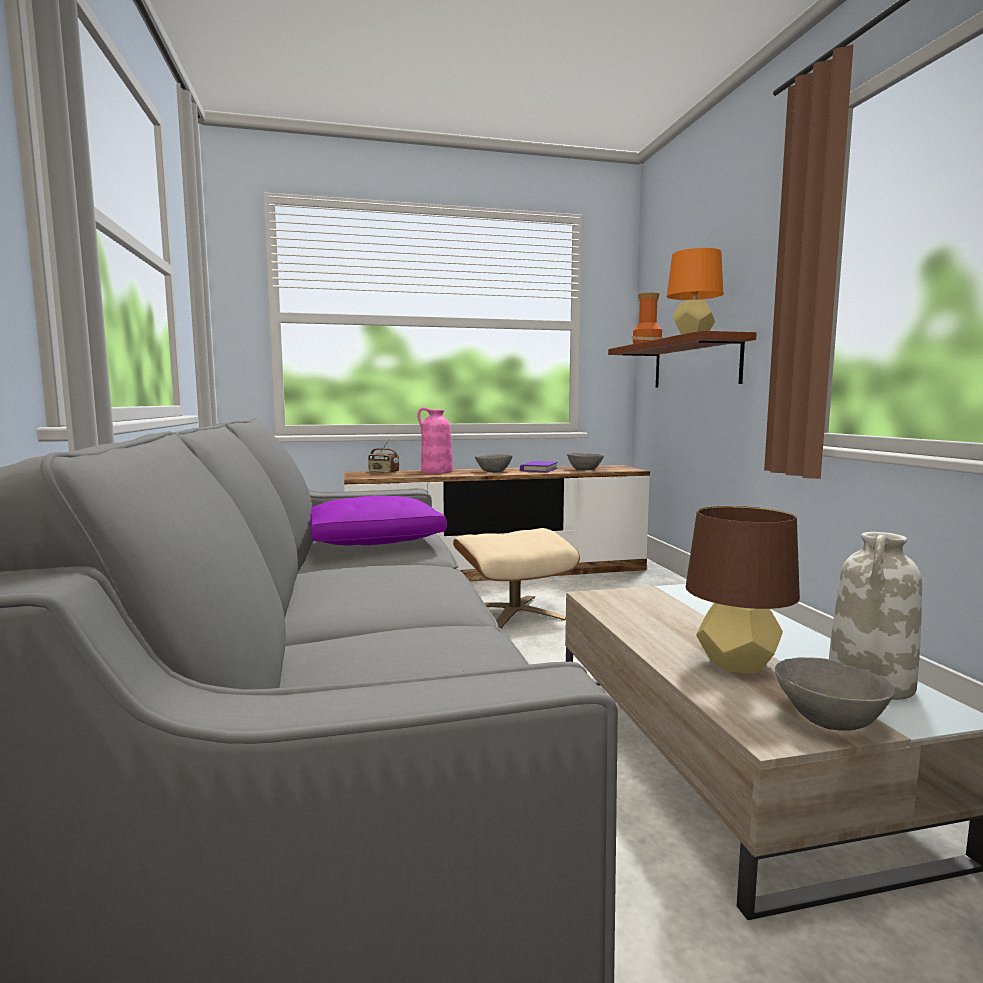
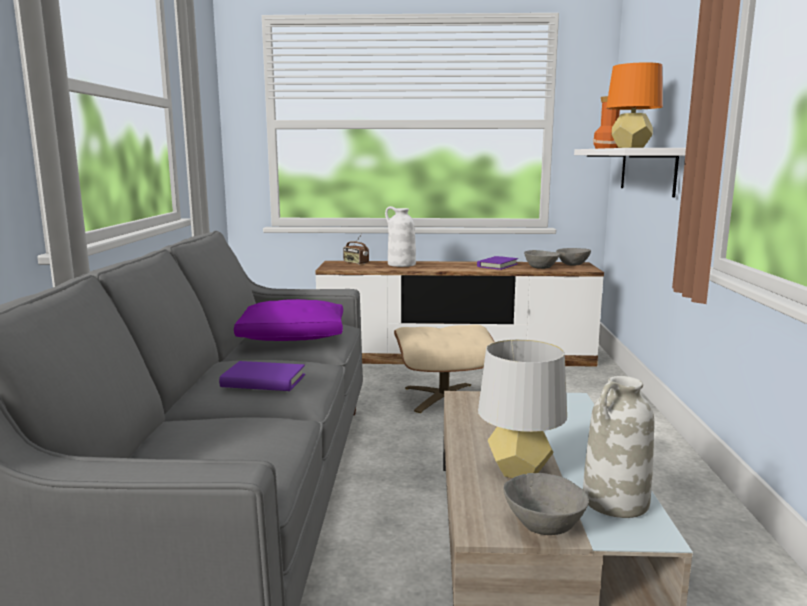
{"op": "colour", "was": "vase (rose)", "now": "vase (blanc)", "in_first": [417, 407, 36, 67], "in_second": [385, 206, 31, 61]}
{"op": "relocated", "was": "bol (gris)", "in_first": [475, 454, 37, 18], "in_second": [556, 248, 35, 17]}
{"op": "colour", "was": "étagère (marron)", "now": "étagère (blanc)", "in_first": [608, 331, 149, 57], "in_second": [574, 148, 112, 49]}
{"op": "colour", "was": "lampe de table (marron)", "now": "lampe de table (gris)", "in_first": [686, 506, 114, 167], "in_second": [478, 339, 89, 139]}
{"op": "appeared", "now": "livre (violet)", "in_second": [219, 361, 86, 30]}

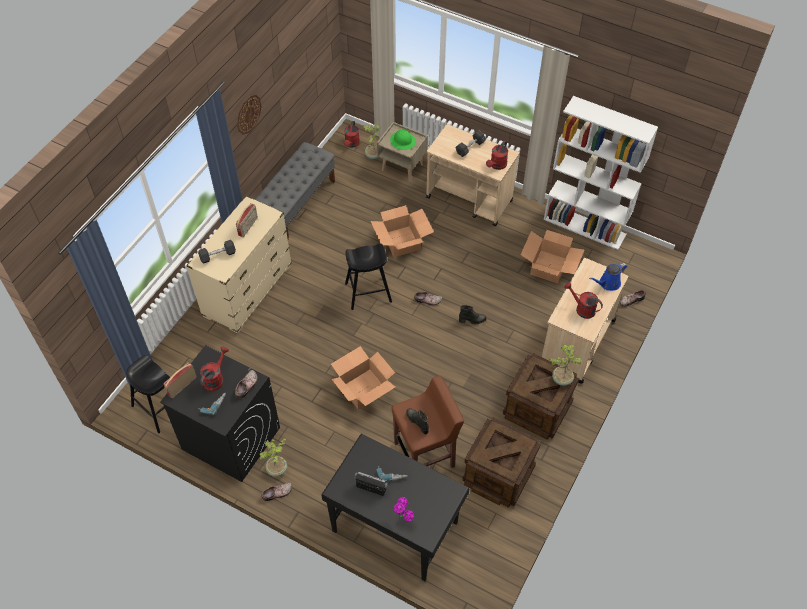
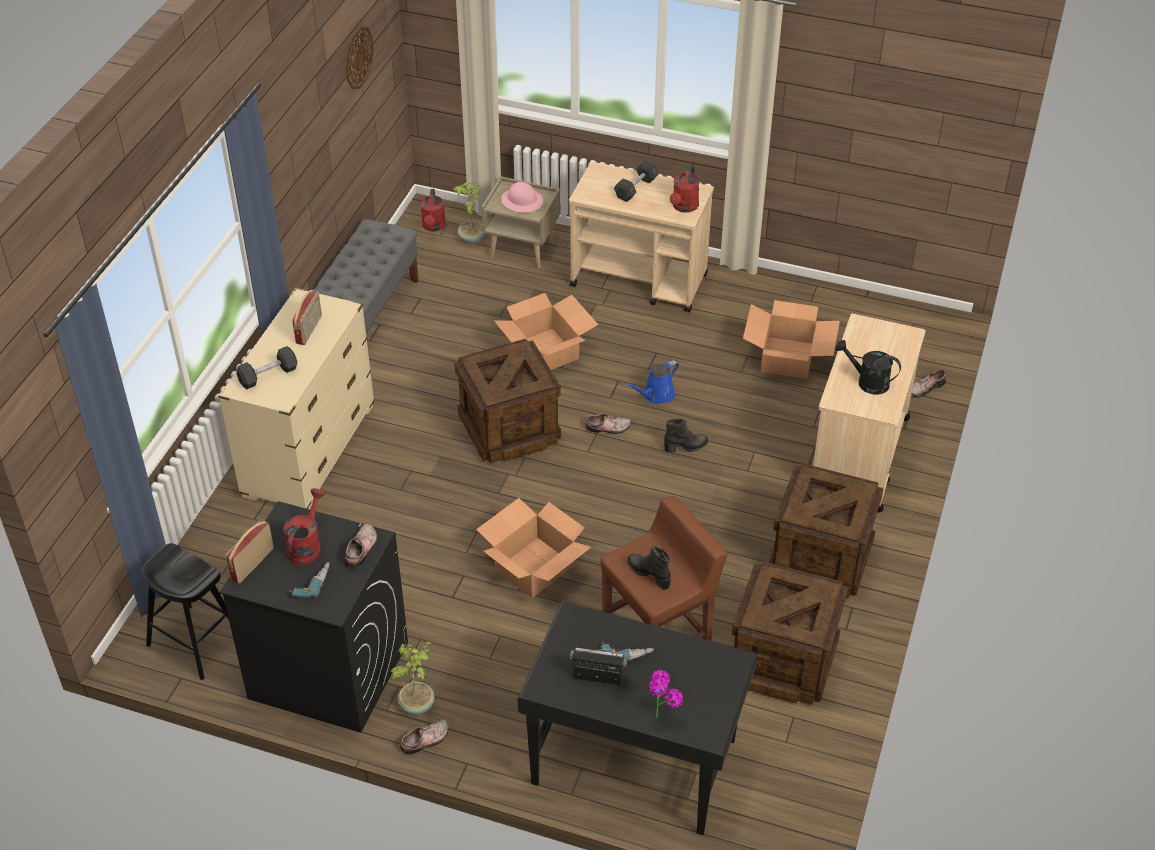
{"op": "relocated", "was": "horloge murale", "in_first": [237, 95, 25, 40], "in_second": [346, 27, 28, 62]}
{"op": "exchanged", "was": "tabouret (noir)", "now": "caisse", "in_first": [345, 244, 47, 66], "in_second": [455, 339, 106, 124]}
{"op": "colour", "was": "casque de chantier (vert)", "now": "casque de chantier (rose)", "in_first": [390, 130, 26, 20], "in_second": [501, 182, 42, 31]}
{"op": "missing", "was": "bibliothèque (blanc)", "in_first": [544, 96, 114, 154]}
{"op": "missing", "was": "plante en pot", "in_first": [549, 344, 33, 42]}
{"op": "colour", "was": "arrosoir (rouge)", "now": "arrosoir (noir)", "in_first": [564, 282, 39, 37], "in_second": [836, 340, 65, 55]}
{"op": "relocated", "was": "arrosoir (bleu)", "in_first": [589, 263, 38, 28], "in_second": [626, 360, 53, 44]}

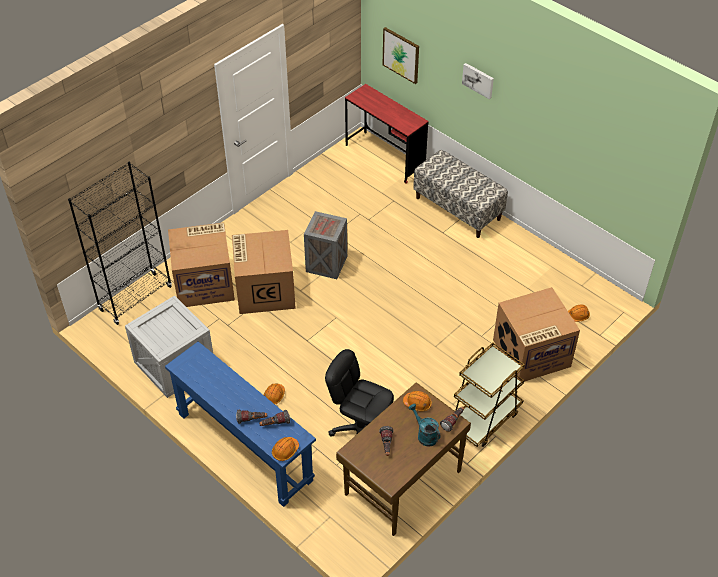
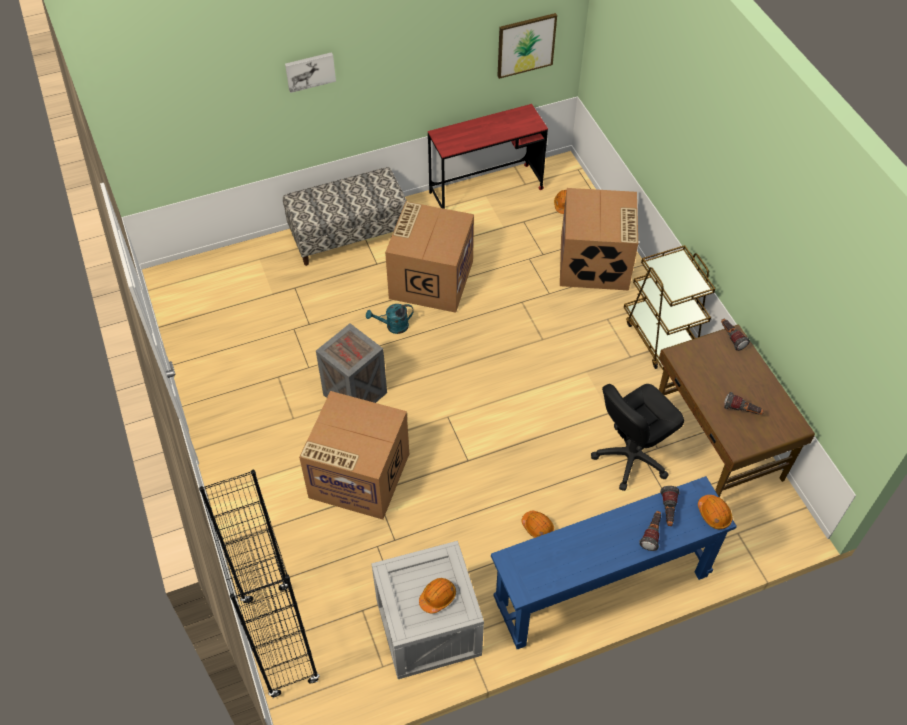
{"op": "relocated", "was": "carton", "in_first": [168, 222, 67, 85], "in_second": [385, 202, 89, 111]}
{"op": "relocated", "was": "bureau (rouge)", "in_first": [345, 84, 84, 100], "in_second": [428, 104, 120, 105]}
{"op": "relocated", "was": "tableau", "in_first": [383, 27, 36, 57], "in_second": [497, 13, 60, 66]}
{"op": "relocated", "was": "casque de chantier (orange)", "in_first": [403, 391, 29, 20], "in_second": [419, 578, 37, 35]}
{"op": "relocated", "was": "arrosoir (turquoise)", "in_first": [408, 404, 33, 43], "in_second": [366, 304, 47, 30]}

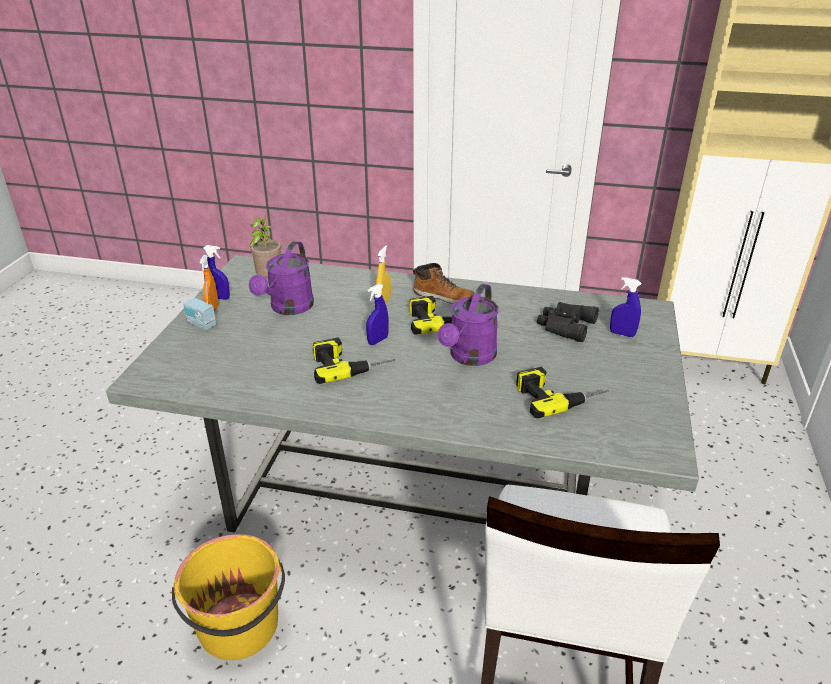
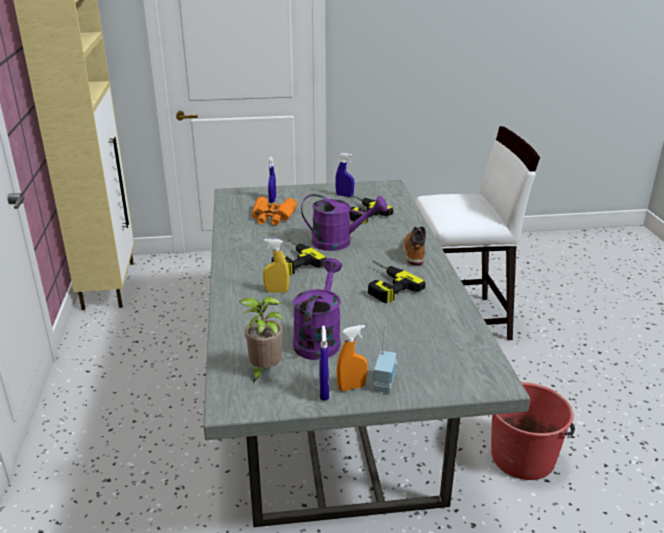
{"op": "colour", "was": "seau (jaune)", "now": "seau (rouge)", "in_first": [172, 534, 113, 126], "in_second": [491, 382, 84, 98]}
{"op": "spun", "was": "arrosoir (violet)", "in_first": [249, 241, 65, 74], "in_second": [293, 258, 49, 102], "clockwise": -75}
{"op": "relocated", "was": "vaporisateur (bleu)", "in_first": [366, 284, 23, 61], "in_second": [335, 153, 19, 44]}
{"op": "relocated", "was": "botte", "in_first": [413, 263, 62, 41], "in_second": [403, 226, 23, 39]}
{"op": "colour", "was": "jumelles (noir)", "now": "jumelles (orange)", "in_first": [537, 302, 62, 40], "in_second": [252, 197, 45, 28]}

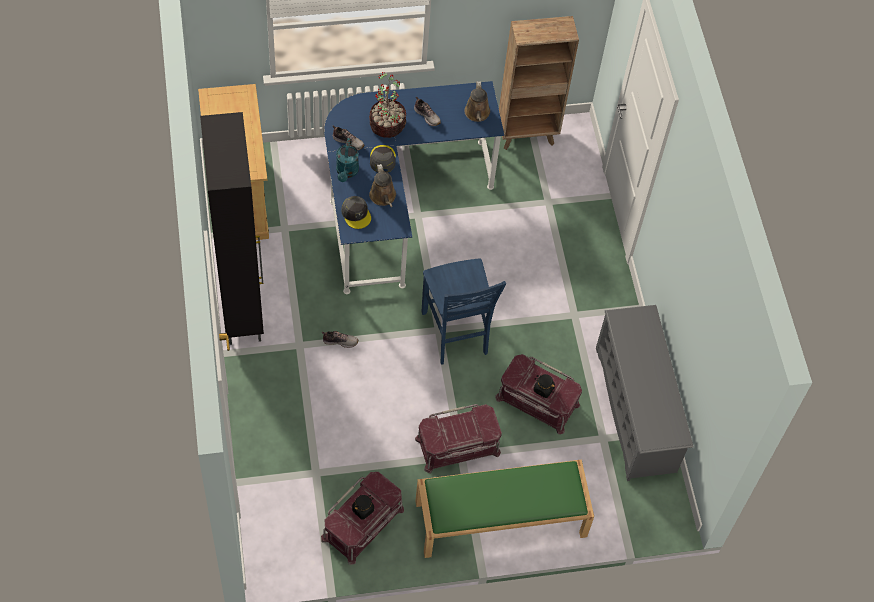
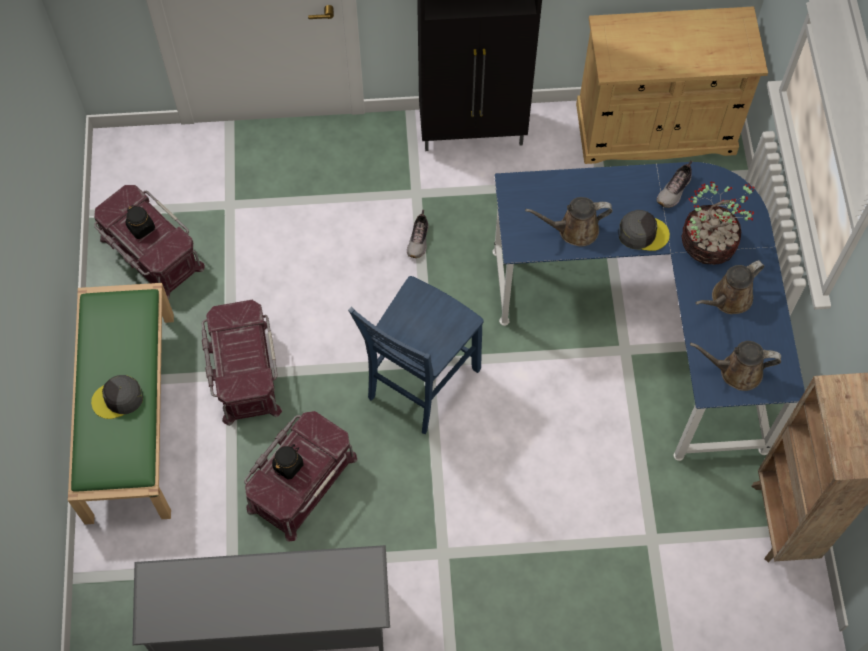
{"op": "missing", "was": "arrosoir (turquoise)", "in_first": [336, 138, 23, 44]}
{"op": "relocated", "was": "casquette (gris)", "in_first": [341, 196, 30, 33], "in_second": [91, 375, 52, 44]}
{"op": "exchanged", "was": "chaussure", "now": "arrosoir (marron)", "in_first": [414, 96, 27, 30], "in_second": [695, 260, 69, 54]}
{"op": "spun", "was": "chaise (bleu)", "in_first": [421, 259, 85, 105], "in_second": [348, 276, 136, 158], "clockwise": -45}

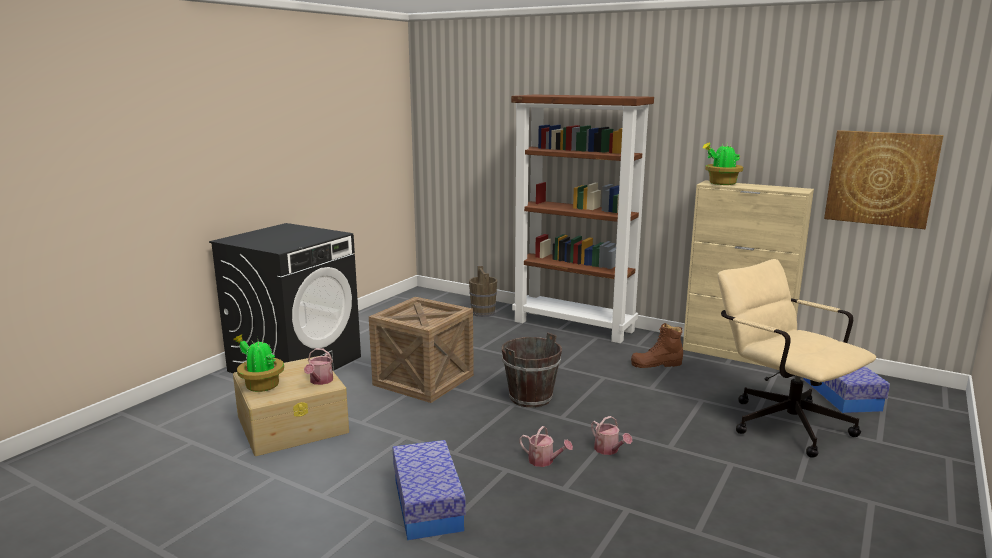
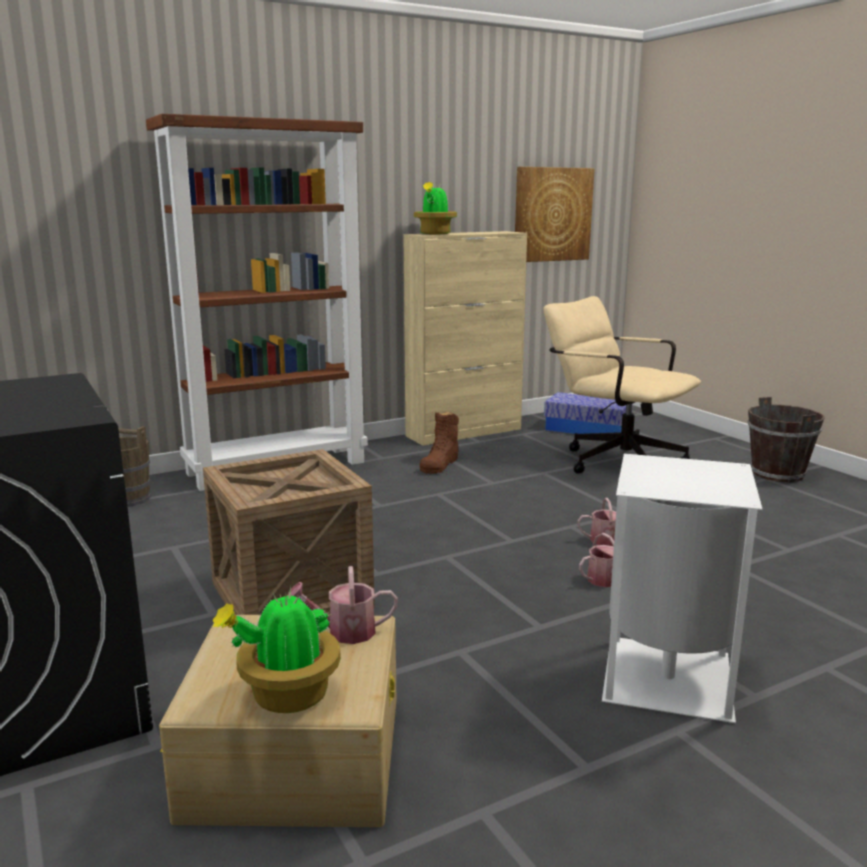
{"op": "spun", "was": "arrosoir", "in_first": [304, 348, 29, 37], "in_second": [288, 566, 110, 78], "clockwise": 135}
{"op": "exchanged", "was": "boîte de rangement", "now": "poubelle (blanc)", "in_first": [393, 440, 73, 100], "in_second": [602, 454, 160, 269]}
{"op": "relocated", "was": "seau (marron)", "in_first": [502, 332, 60, 76], "in_second": [747, 397, 78, 85]}
{"op": "spun", "was": "chaise de bureau (beige)", "in_first": [717, 259, 159, 198], "in_second": [543, 296, 158, 178], "clockwise": 45}

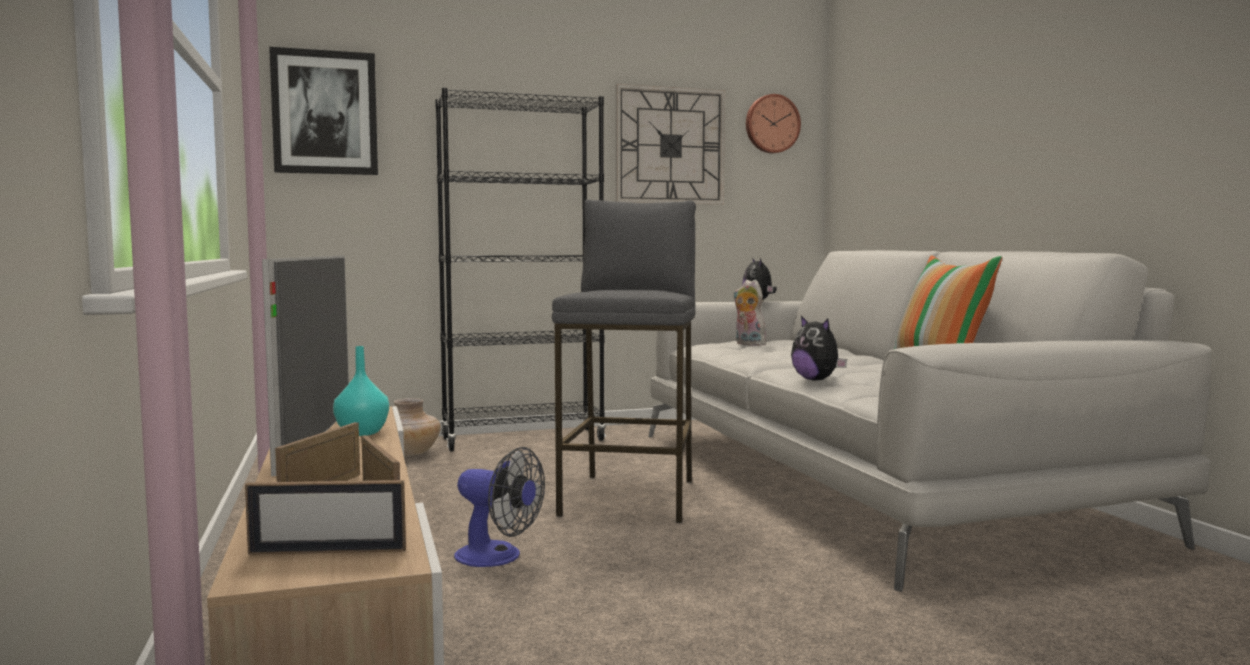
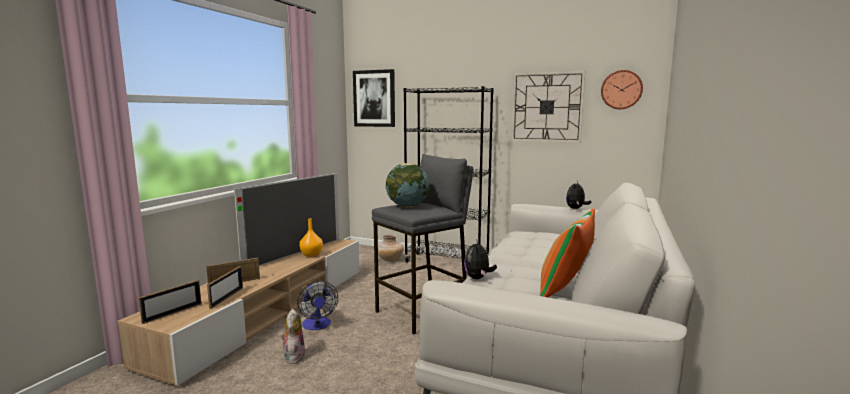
{"op": "spun", "was": "cadre photo", "in_first": [245, 480, 161, 75], "in_second": [139, 280, 62, 44], "clockwise": -90}
{"op": "colour", "was": "vase (turquoise)", "now": "vase (orange)", "in_first": [333, 346, 56, 90], "in_second": [299, 218, 24, 39]}
{"op": "relocated", "was": "peluche", "in_first": [734, 279, 32, 67], "in_second": [281, 309, 24, 55]}
{"op": "appeared", "now": "globe", "in_second": [385, 163, 44, 44]}

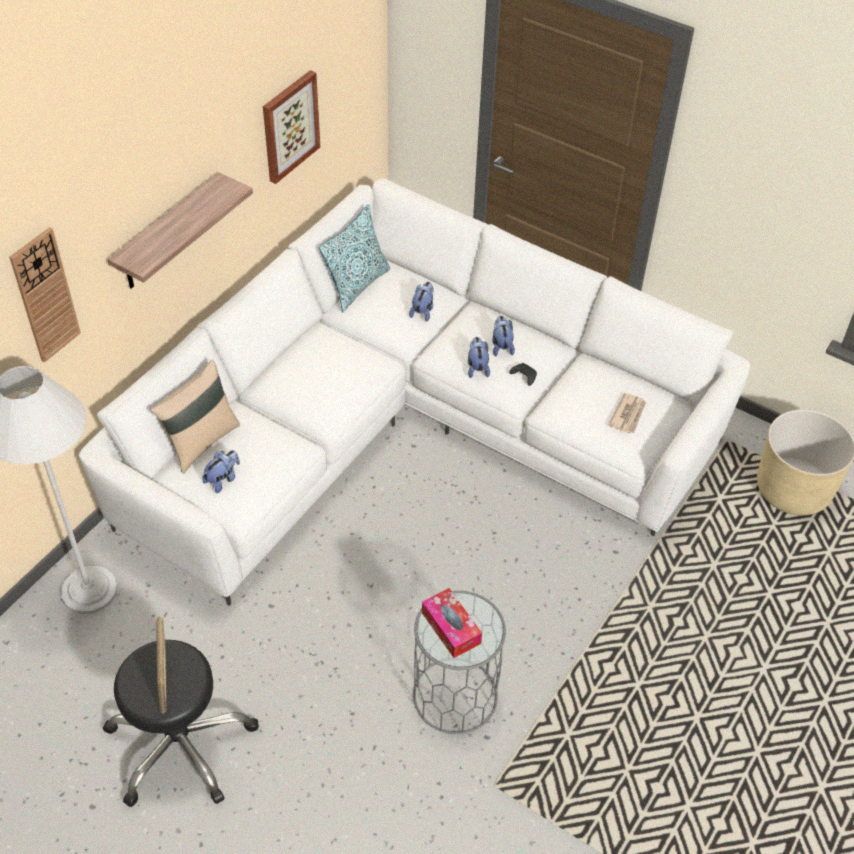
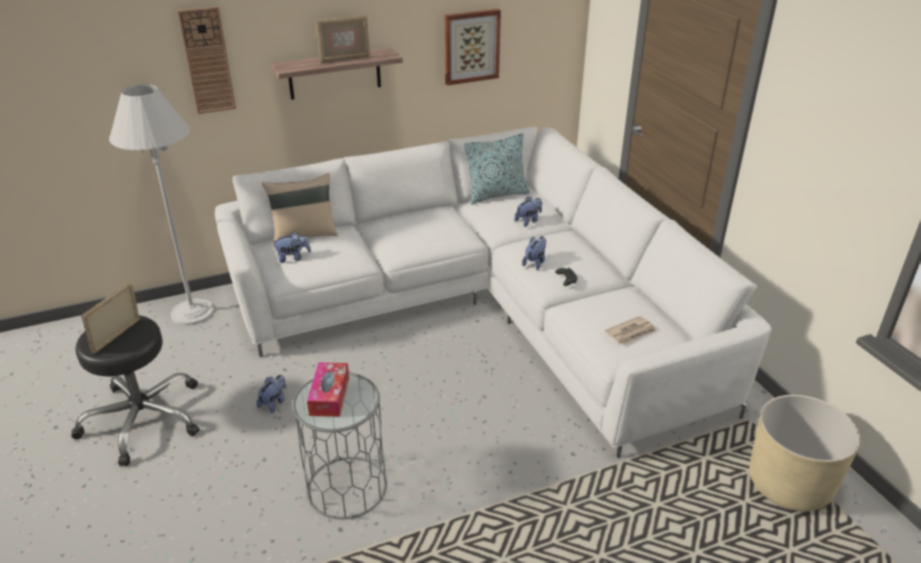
{"op": "relocated", "was": "peluche", "in_first": [492, 316, 23, 40], "in_second": [257, 375, 29, 38]}
{"op": "appeared", "now": "cadre photo", "in_second": [316, 15, 54, 48]}

